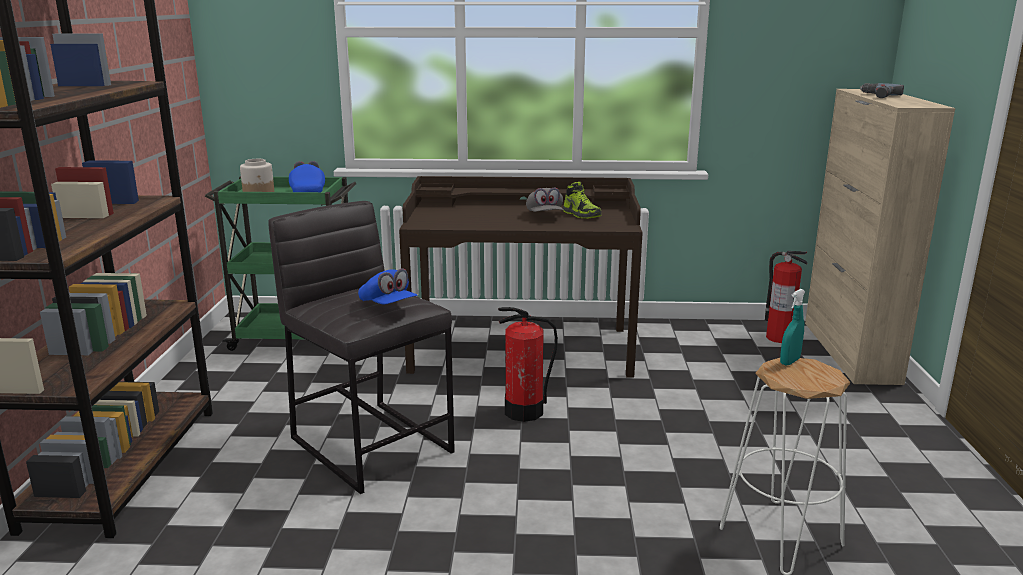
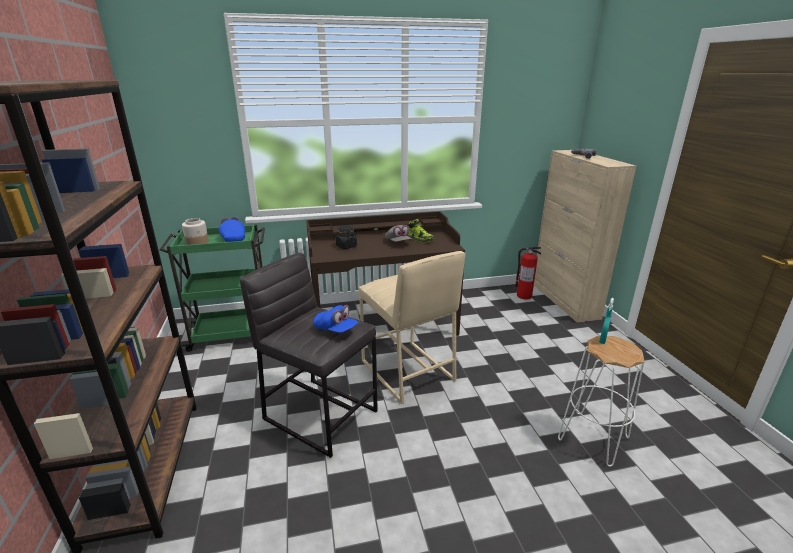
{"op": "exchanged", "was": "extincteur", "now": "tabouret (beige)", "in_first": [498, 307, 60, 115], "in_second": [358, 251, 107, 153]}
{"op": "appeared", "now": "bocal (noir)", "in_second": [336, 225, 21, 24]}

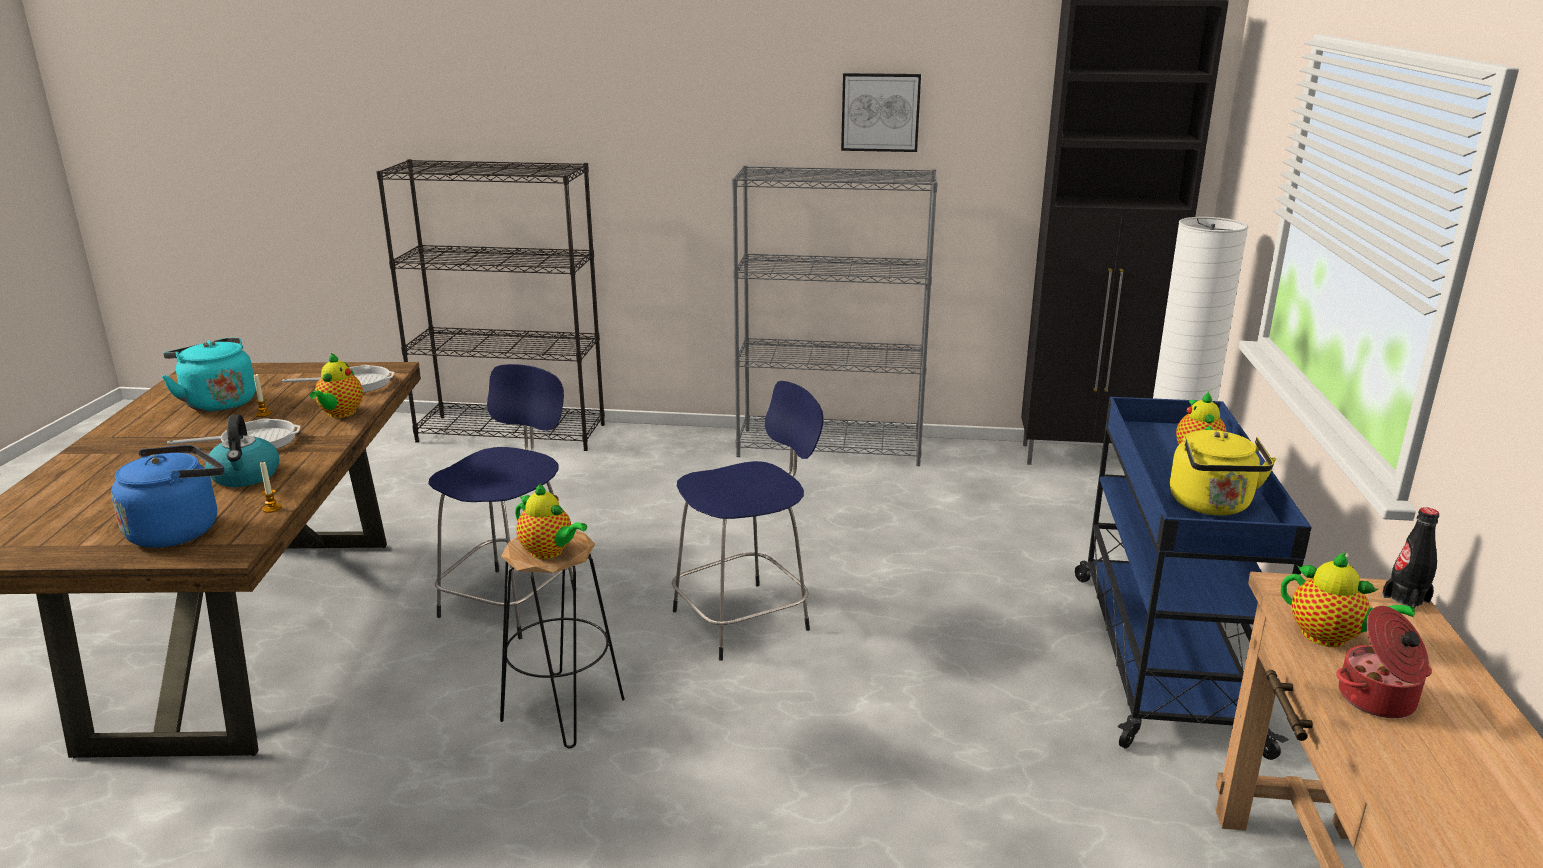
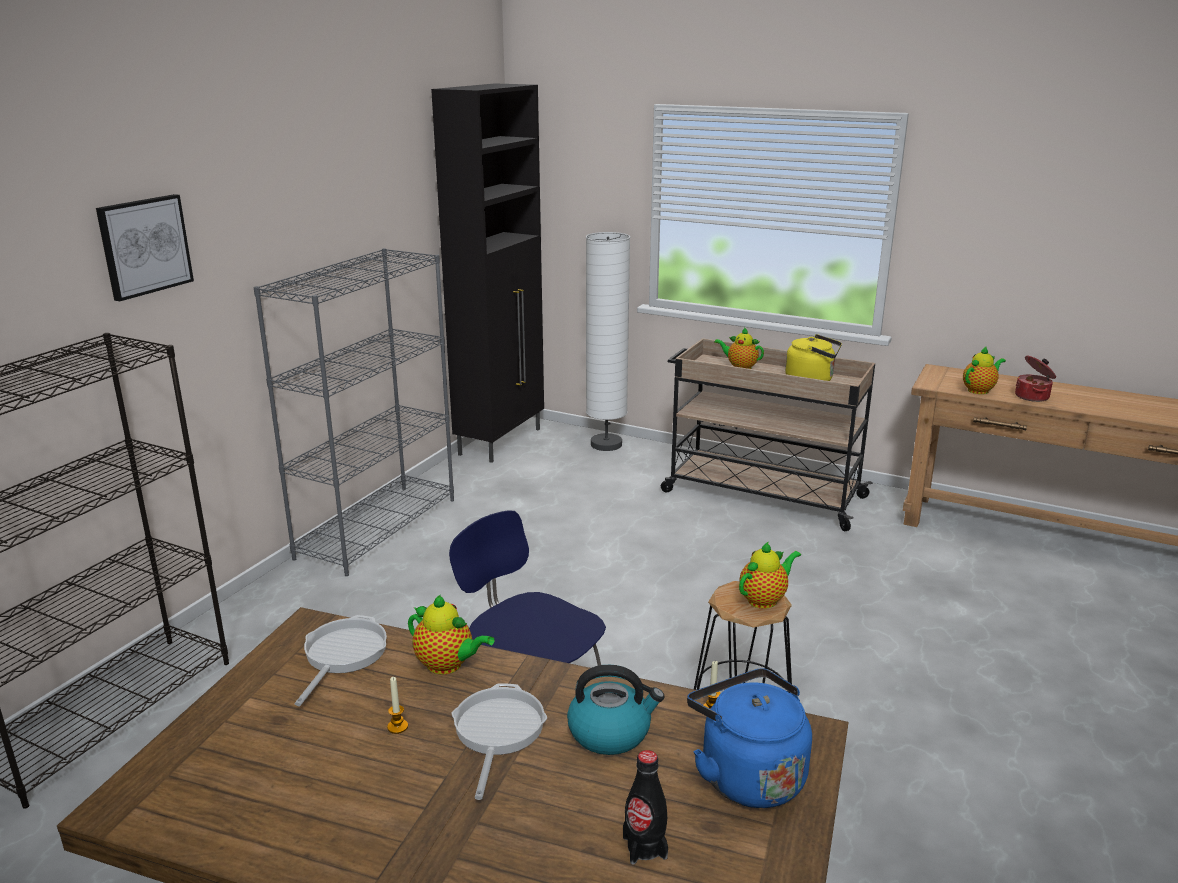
{"op": "missing", "was": "bouilloire (turquoise)", "in_first": [162, 338, 94, 74]}
{"op": "missing", "was": "tabouret (bleu)", "in_first": [672, 381, 152, 280]}
{"op": "relocated", "was": "tableau", "in_first": [841, 73, 80, 79], "in_second": [96, 194, 98, 107]}
{"op": "colour", "was": "chariot (bleu)", "now": "chariot (beige)", "in_first": [1075, 397, 237, 363], "in_second": [661, 338, 214, 193]}
{"op": "relocated", "was": "bouteille (noir)", "in_first": [1382, 507, 57, 102], "in_second": [623, 750, 45, 115]}

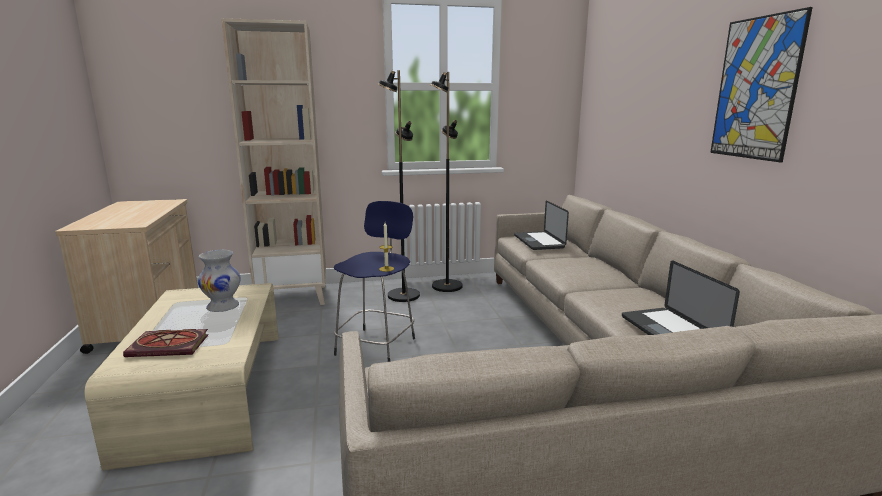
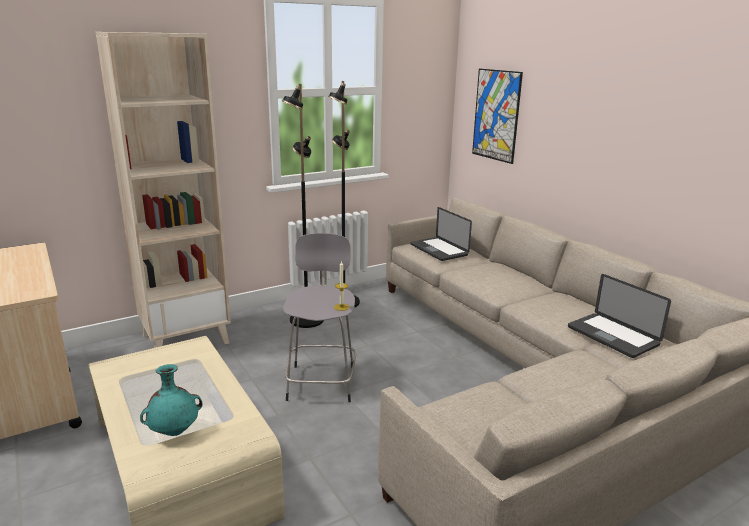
{"op": "exchanged", "was": "livre", "now": "vase (turquoise)", "in_first": [123, 329, 86, 28], "in_second": [140, 364, 63, 72]}
{"op": "missing", "was": "vase (blanc)", "in_first": [198, 250, 43, 62]}
{"op": "colour", "was": "tabouret (bleu)", "now": "tabouret (gris)", "in_first": [334, 201, 81, 161], "in_second": [283, 233, 73, 169]}
{"op": "relocated", "was": "tableau", "in_first": [710, 7, 103, 156], "in_second": [472, 69, 51, 95]}

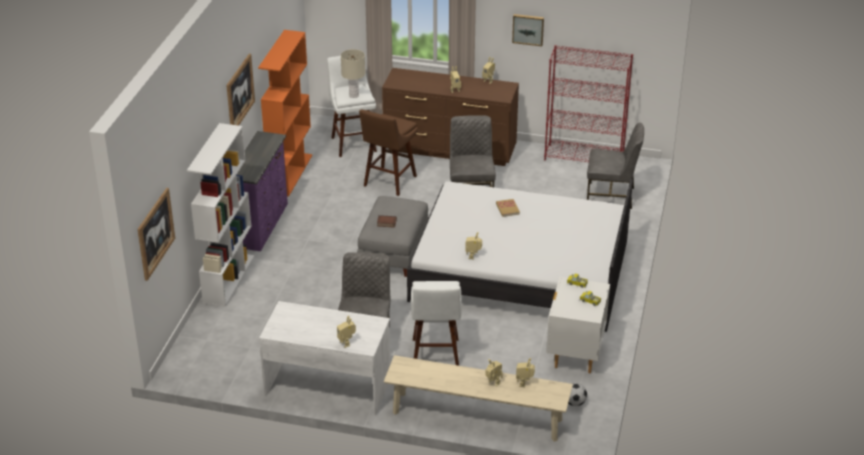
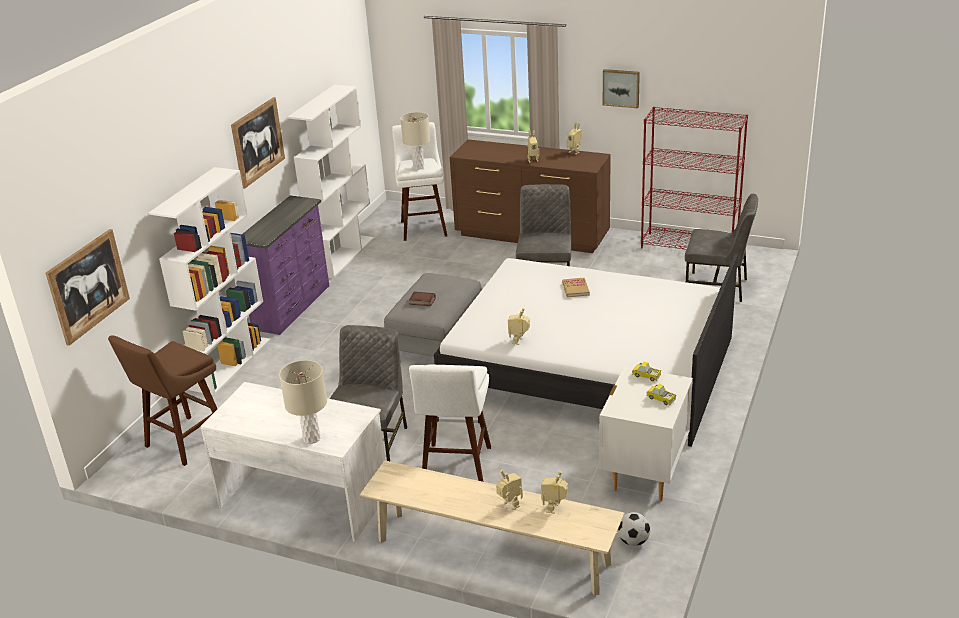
{"op": "colour", "was": "bibliothèque (orange)", "now": "bibliothèque (blanc)", "in_first": [258, 30, 54, 167], "in_second": [288, 85, 86, 194]}
{"op": "exchanged", "was": "robot jouet", "now": "lampe de table (beige)", "in_first": [337, 316, 19, 32], "in_second": [279, 360, 48, 84]}
{"op": "relocated", "was": "tabouret (marron)", "in_first": [359, 109, 59, 87], "in_second": [108, 335, 109, 131]}

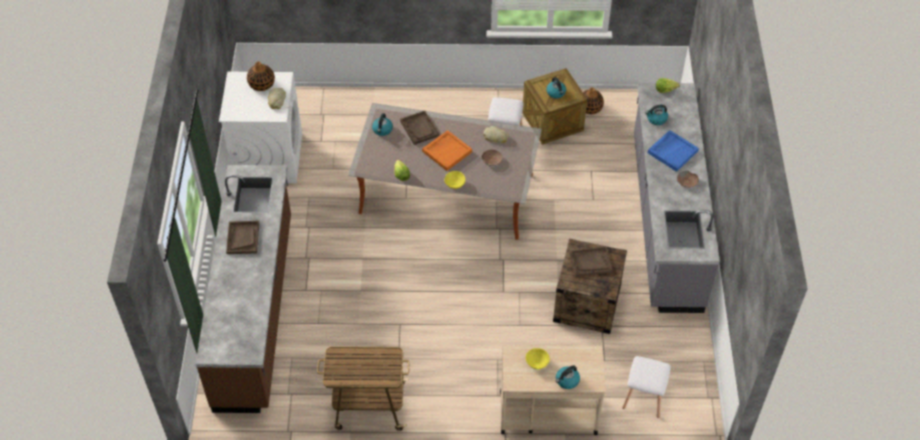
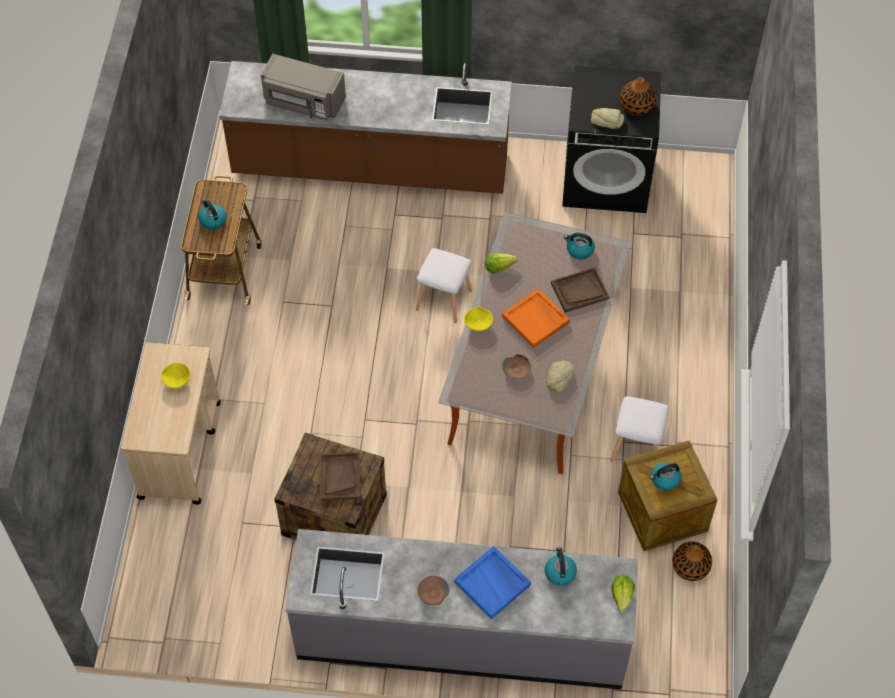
{"op": "colour", "was": "lave-linge (blanc)", "now": "lave-linge (noir)", "in_first": [219, 72, 83, 111], "in_second": [562, 66, 99, 147]}
{"op": "missing", "was": "plateau (marron)", "in_first": [226, 221, 33, 33]}
{"op": "relocated", "was": "bouilloire", "in_first": [556, 365, 24, 24], "in_second": [199, 199, 27, 31]}
{"op": "relocated", "was": "tabouret (blanc)", "in_first": [622, 356, 49, 62], "in_second": [416, 248, 56, 75]}
{"op": "appeared", "now": "micro-ondes (gris)", "in_second": [261, 54, 85, 67]}

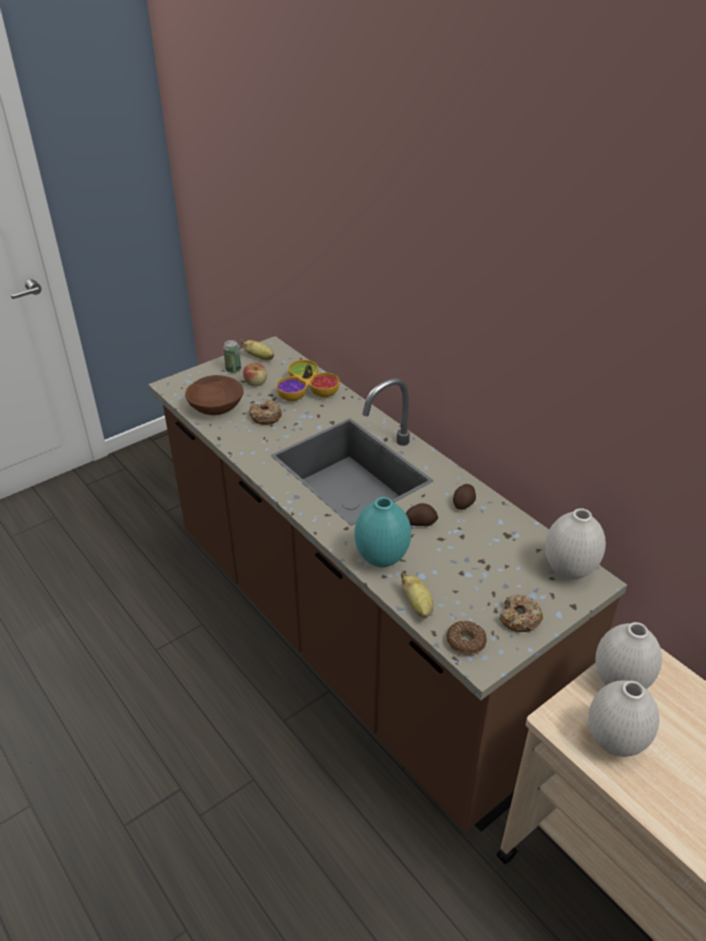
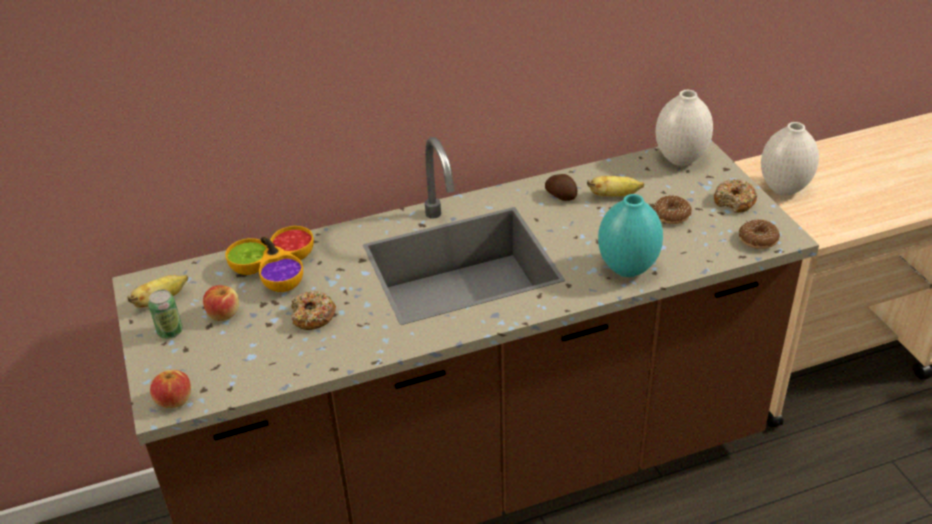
{"op": "missing", "was": "bol (marron)", "in_first": [185, 375, 59, 40]}
{"op": "relocated", "was": "banane", "in_first": [401, 570, 33, 48], "in_second": [587, 176, 57, 21]}
{"op": "missing", "was": "pomme de terre", "in_first": [406, 503, 32, 23]}
{"op": "missing", "was": "vase (blanc)", "in_first": [588, 680, 71, 77]}
{"op": "appeared", "now": "pomme", "in_second": [150, 370, 41, 38]}
{"op": "appeared", "now": "beignet", "in_second": [653, 195, 39, 29]}

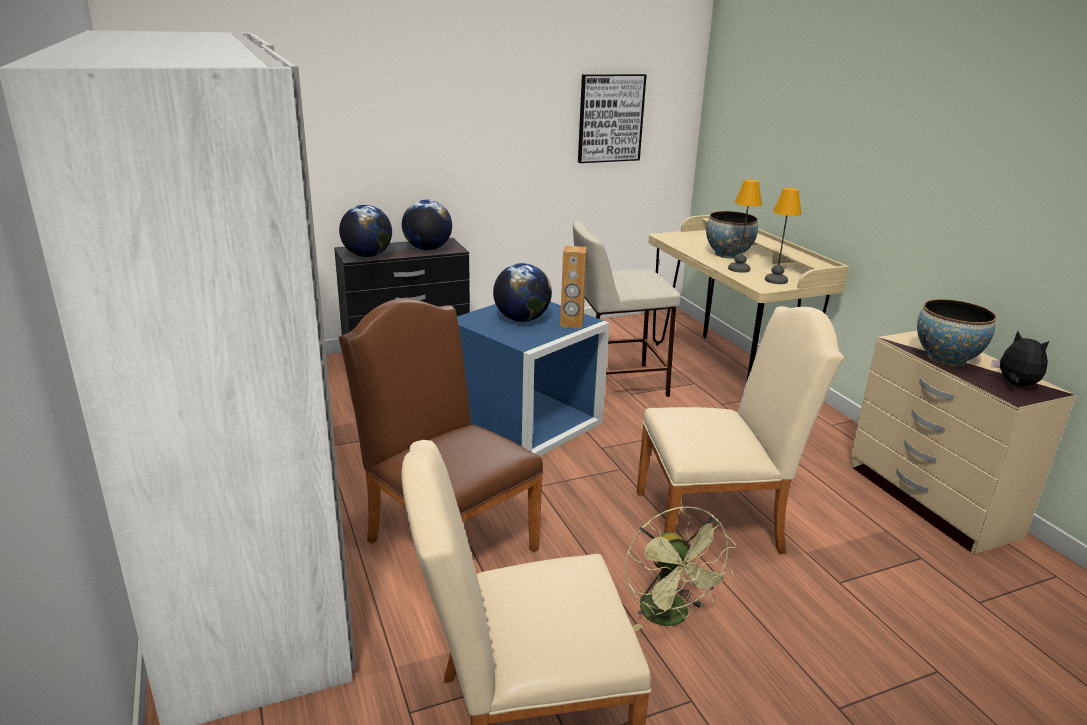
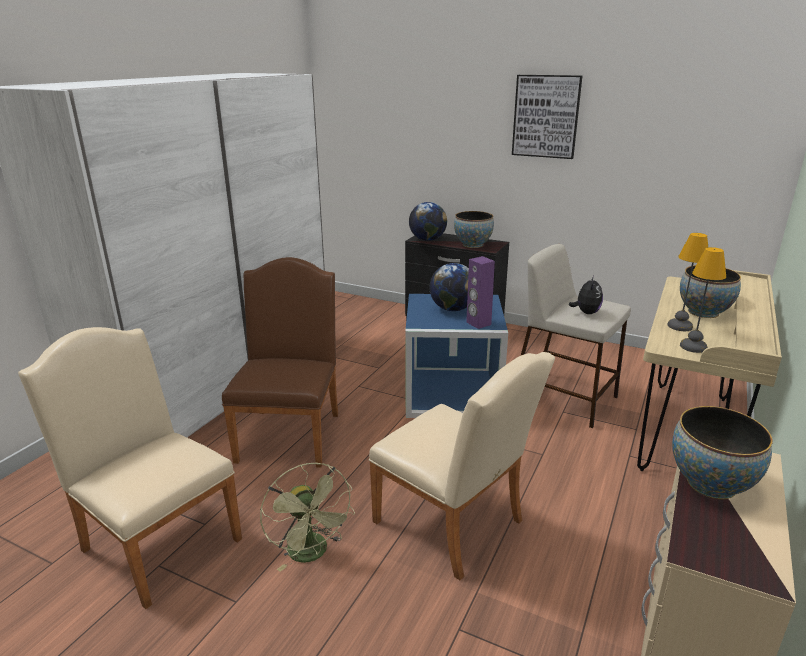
{"op": "exchanged", "was": "globe", "now": "bol", "in_first": [402, 200, 50, 50], "in_second": [454, 211, 40, 37]}
{"op": "colour", "was": "enceinte (marron)", "now": "enceinte (violet)", "in_first": [560, 246, 27, 82], "in_second": [466, 256, 29, 73]}
{"op": "relocated", "was": "tableau", "in_first": [578, 74, 69, 89], "in_second": [512, 75, 70, 84]}
{"op": "spun", "was": "ventilateur (vert)", "in_first": [625, 506, 111, 125], "in_second": [260, 463, 95, 109], "clockwise": -60}
{"op": "relocated", "was": "peluche", "in_first": [991, 331, 58, 56], "in_second": [569, 276, 34, 38]}

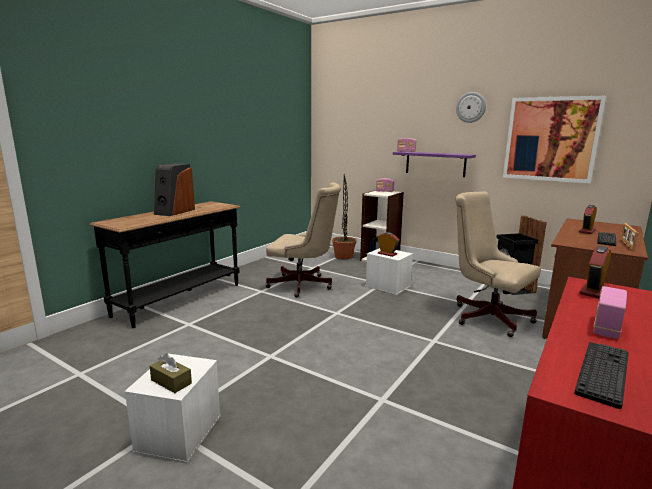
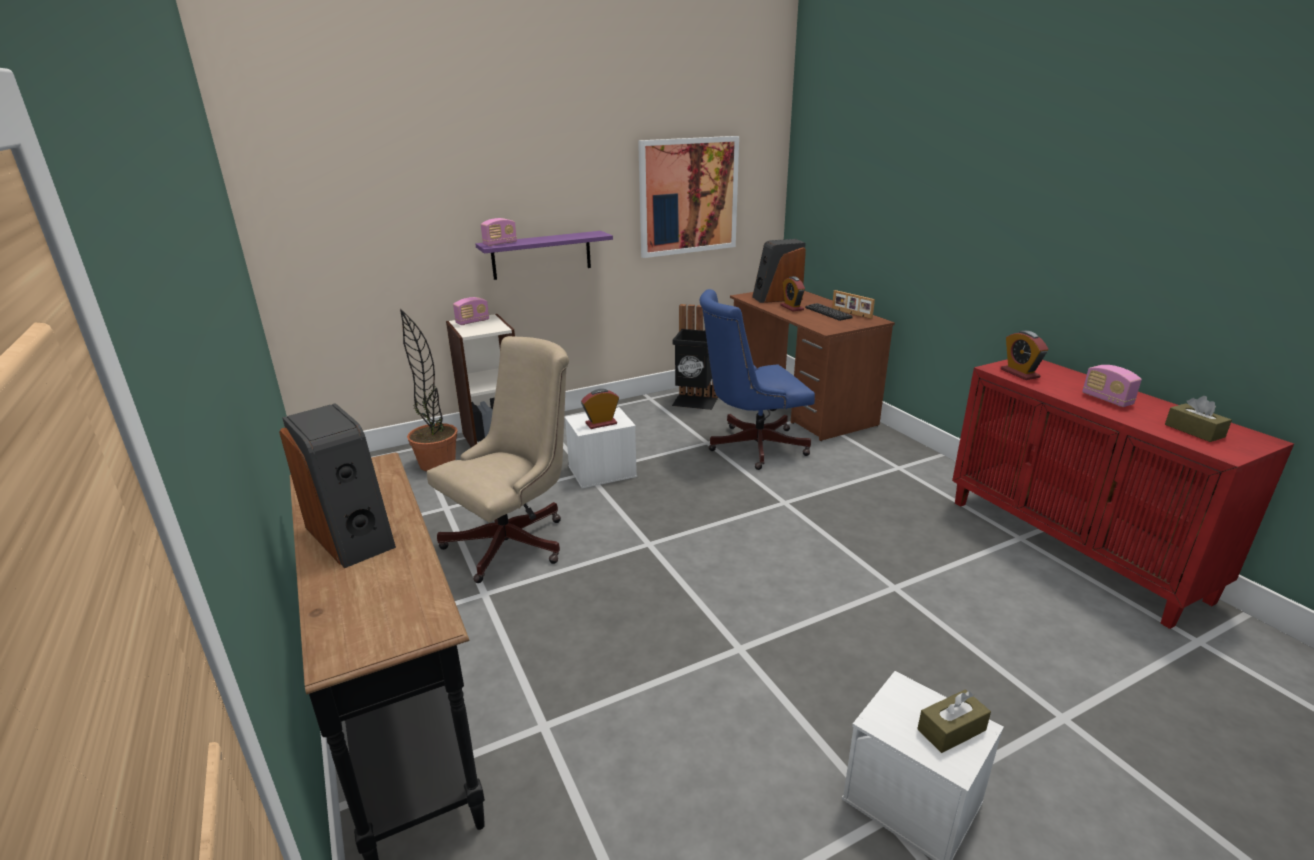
{"op": "colour", "was": "chaise de bureau (beige)", "now": "chaise de bureau (bleu)", "in_first": [455, 192, 86, 145], "in_second": [699, 289, 116, 181]}
{"op": "missing", "was": "horloge murale", "in_first": [456, 92, 30, 31]}
{"op": "exchanged", "was": "clavier", "now": "boîte à mouchoirs (marron)", "in_first": [574, 342, 55, 67], "in_second": [1165, 396, 67, 46]}
{"op": "appeared", "now": "enceinte", "in_second": [752, 239, 54, 64]}

